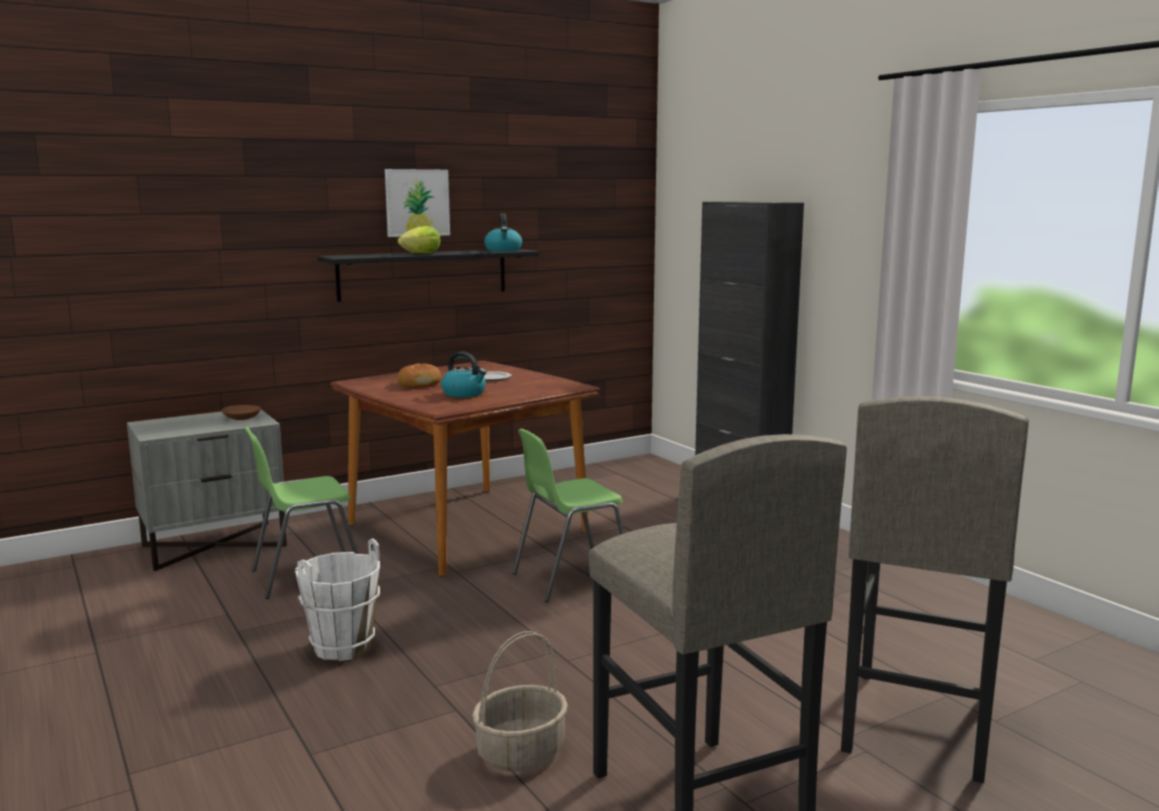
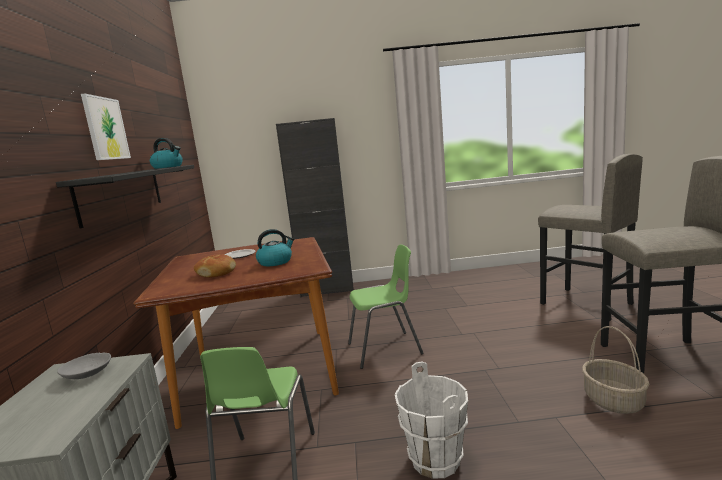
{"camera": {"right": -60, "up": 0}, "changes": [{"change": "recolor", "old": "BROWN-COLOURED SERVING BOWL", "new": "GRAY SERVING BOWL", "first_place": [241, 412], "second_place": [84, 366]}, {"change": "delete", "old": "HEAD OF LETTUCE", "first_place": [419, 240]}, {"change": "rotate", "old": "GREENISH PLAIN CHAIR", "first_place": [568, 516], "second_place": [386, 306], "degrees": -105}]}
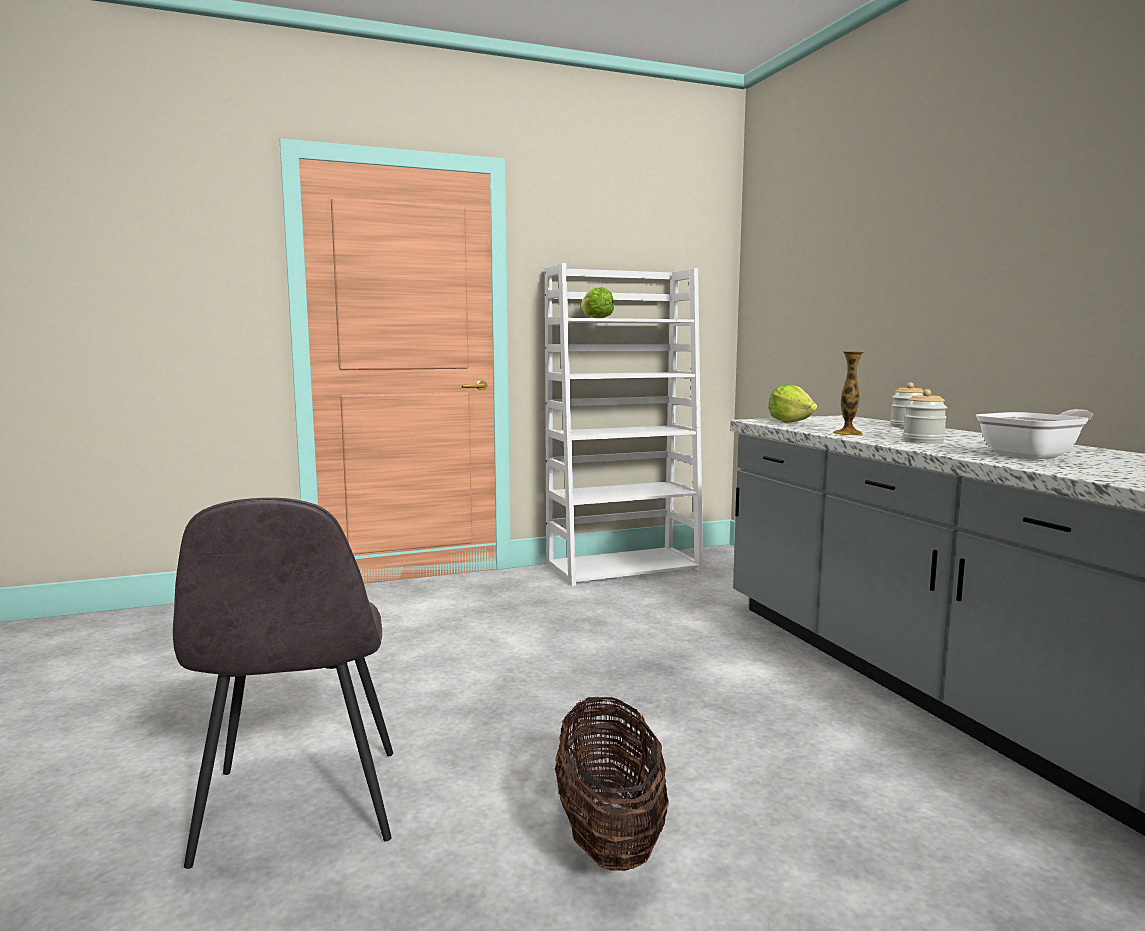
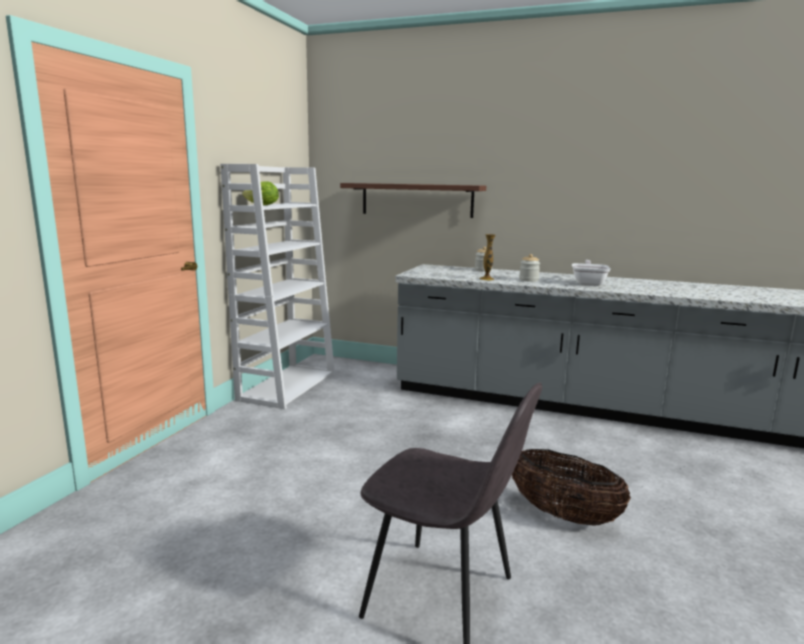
{"camera": {"right": -50, "up": 5}, "changes": [{"change": "delete", "old": "HEAD OF LETTUCE", "first_place": [792, 403]}, {"change": "insert", "new": "SHELF", "second_place": [413, 200]}]}
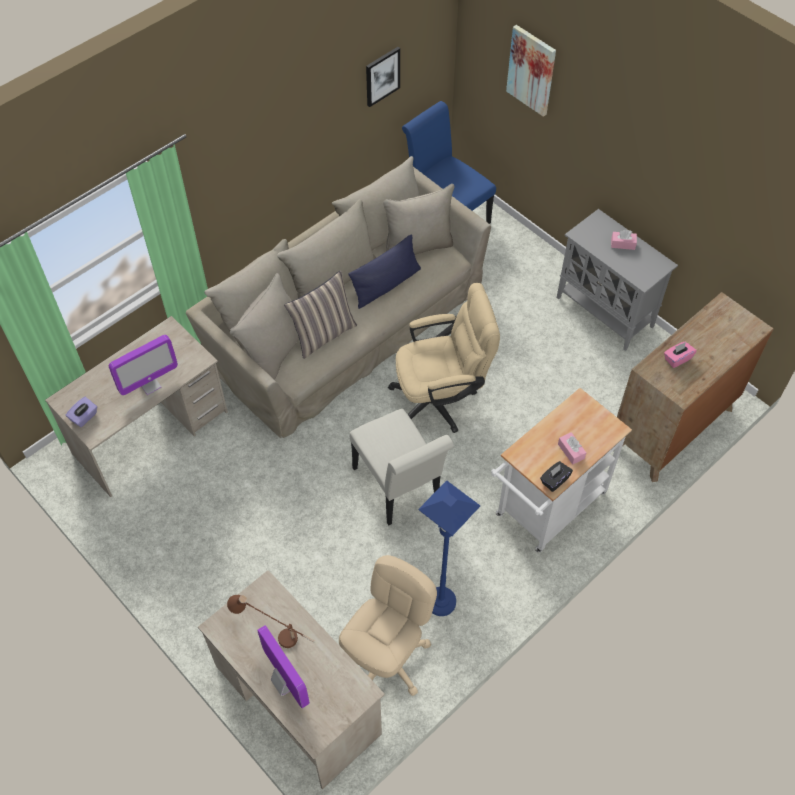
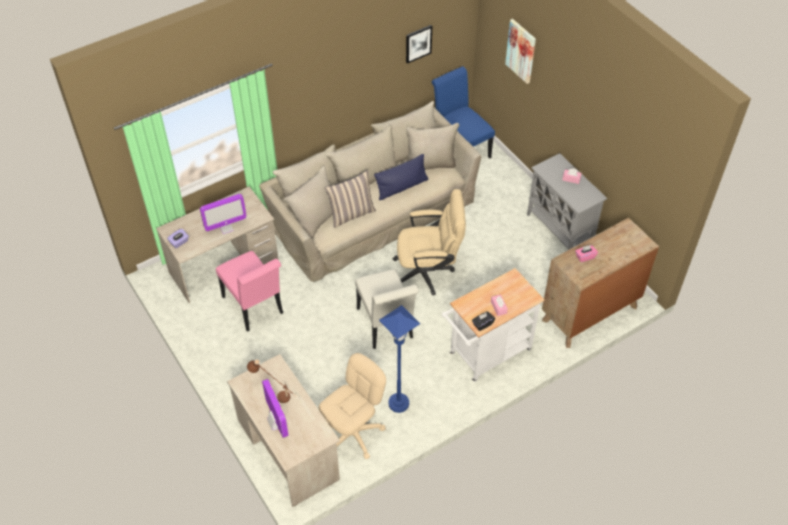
{"camera": {"right": 10, "up": -5}, "changes": [{"change": "insert", "new": "PINK-COLOURED PLAIN CHAIR", "second_place": [249, 291]}]}
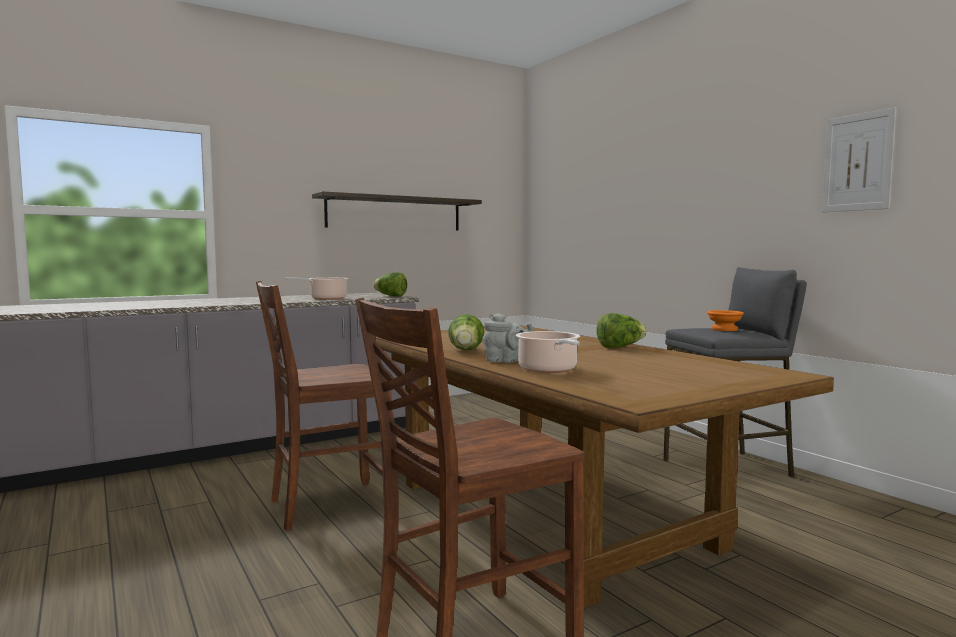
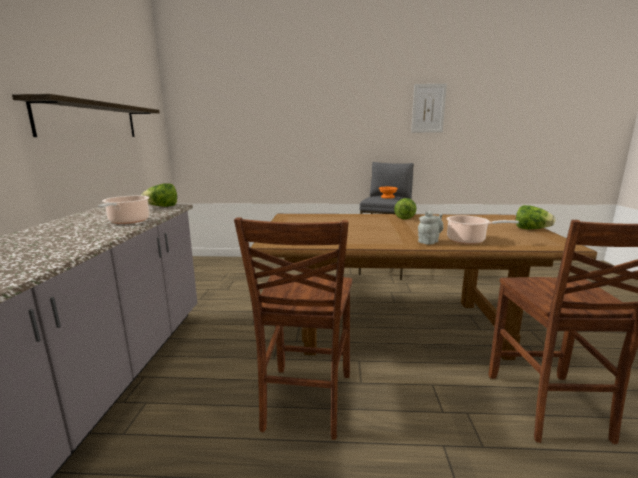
{"camera": {"right": -55, "up": 10}, "changes": [{"change": "move", "old": "HEAD OF LETTUCE", "first_place": [466, 332], "second_place": [535, 217]}]}
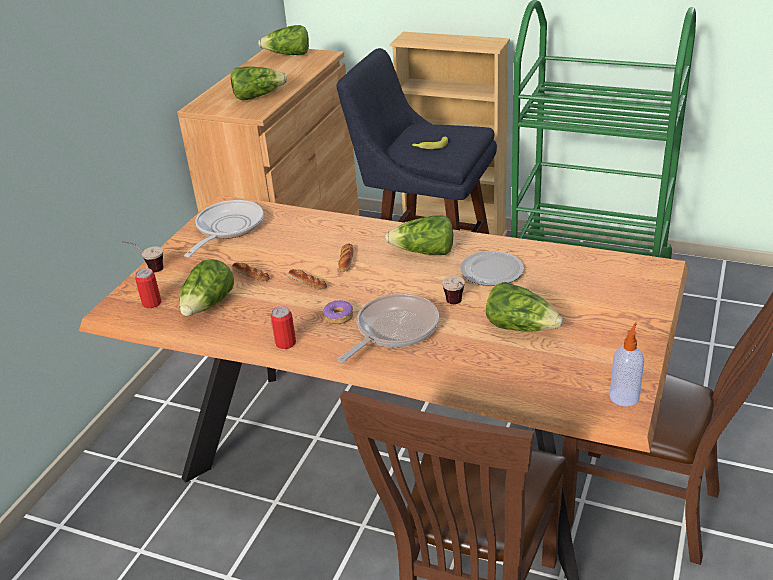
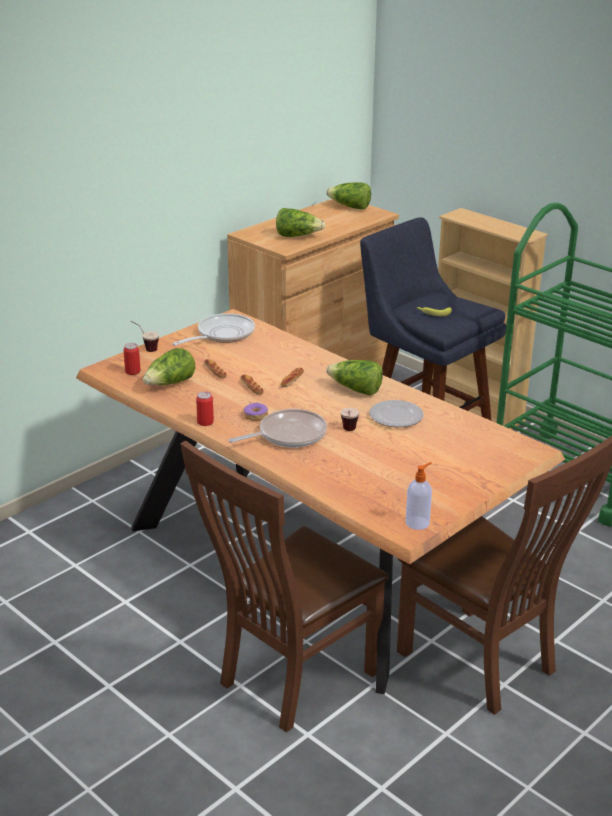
{"camera": {"right": 20, "up": -5}, "changes": [{"change": "delete", "old": "HEAD OF LETTUCE", "first_place": [524, 307]}]}
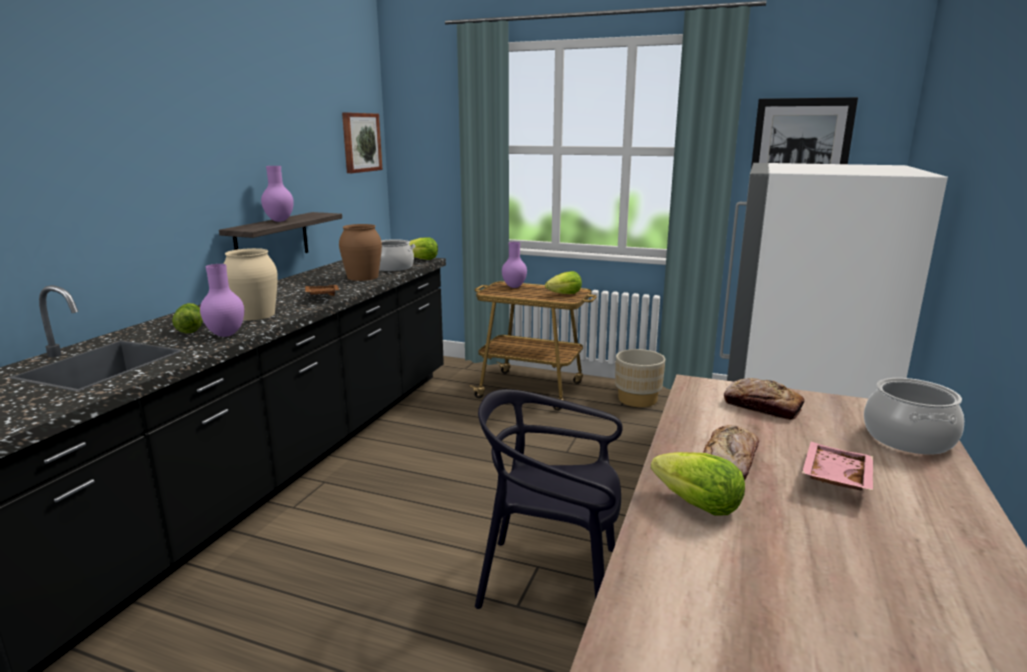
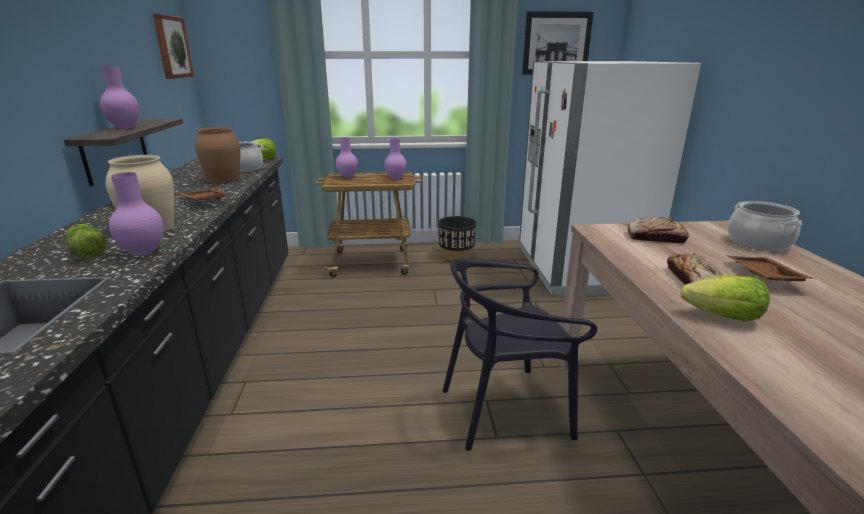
{"camera": {"right": -25, "up": 5}, "changes": [{"change": "replace", "old": "HEAD OF LETTUCE", "new": "PURPLISH FLOWER VASE", "first_place": [563, 282], "second_place": [395, 158]}, {"change": "recolor", "old": "BEIGE PLANTER", "new": "BLACKISH PLANTER", "first_place": [640, 378], "second_place": [457, 238]}, {"change": "recolor", "old": "PINK-COLOURED TRAY", "new": "BROWN-COLOURED TRAY", "first_place": [837, 466], "second_place": [770, 268]}]}
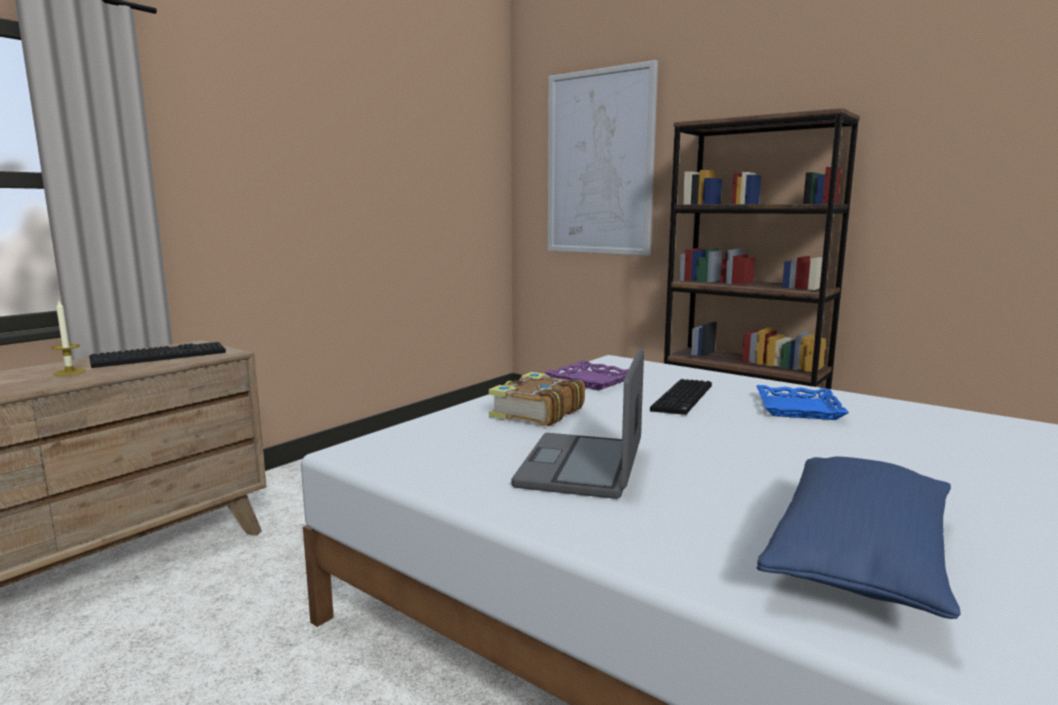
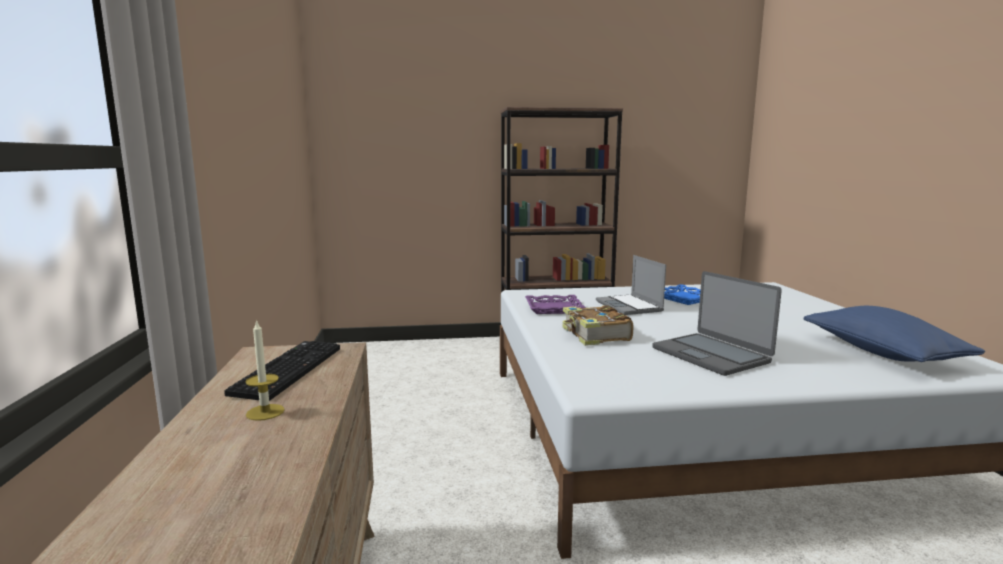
{"camera": {"right": -45, "up": 0}, "changes": [{"change": "delete", "old": "PICTURE", "first_place": [602, 158]}, {"change": "replace", "old": "PC KEYBOARD", "new": "LAPTOP", "first_place": [681, 397], "second_place": [631, 285]}]}
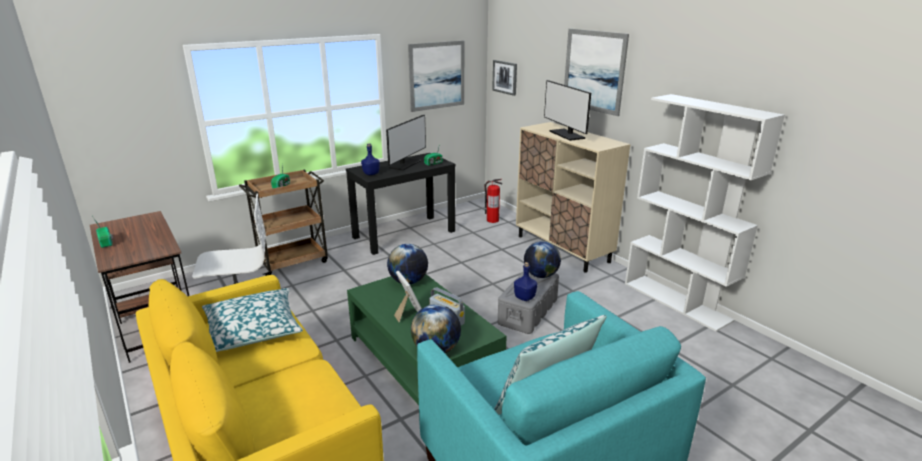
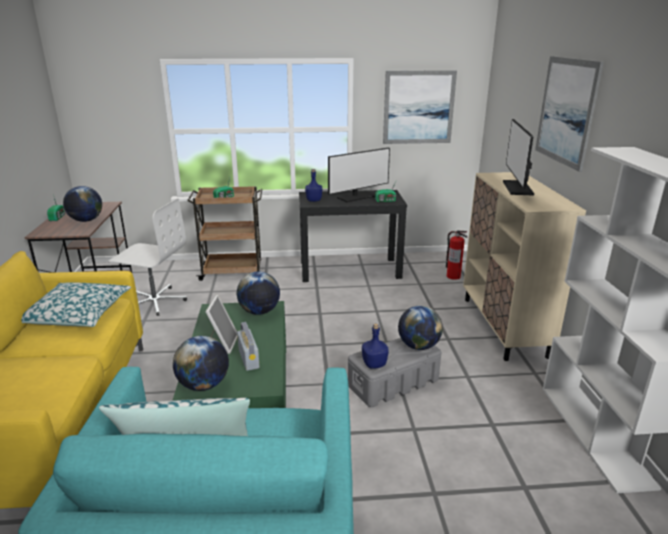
{"camera": {"right": 30, "up": 0}, "changes": [{"change": "delete", "old": "PICTURE", "first_place": [504, 78]}, {"change": "insert", "new": "WORLD GLOBE", "second_place": [82, 204]}]}
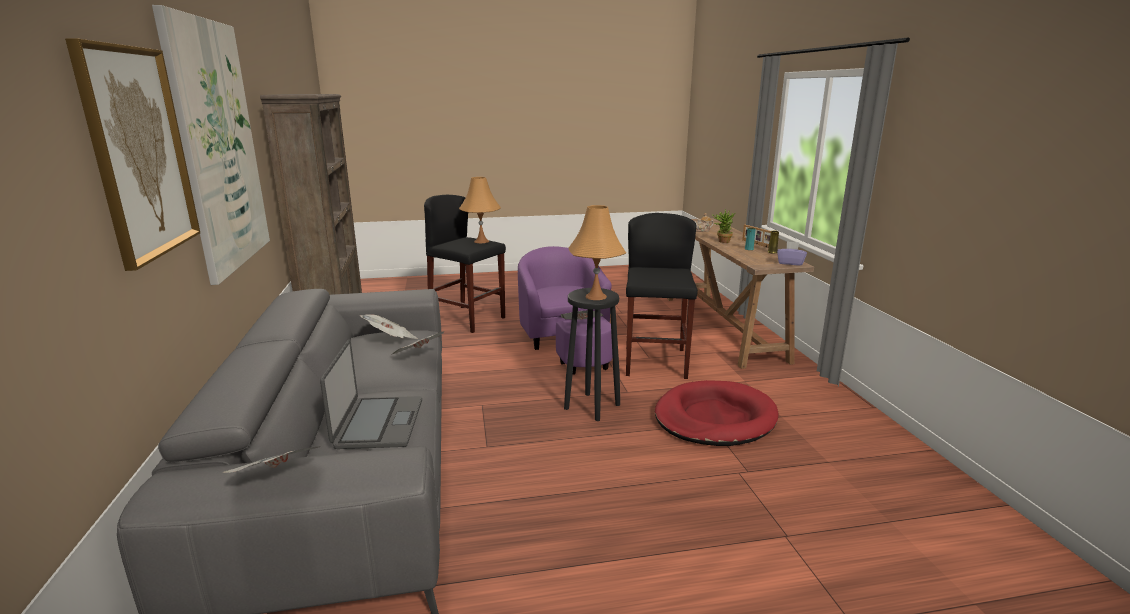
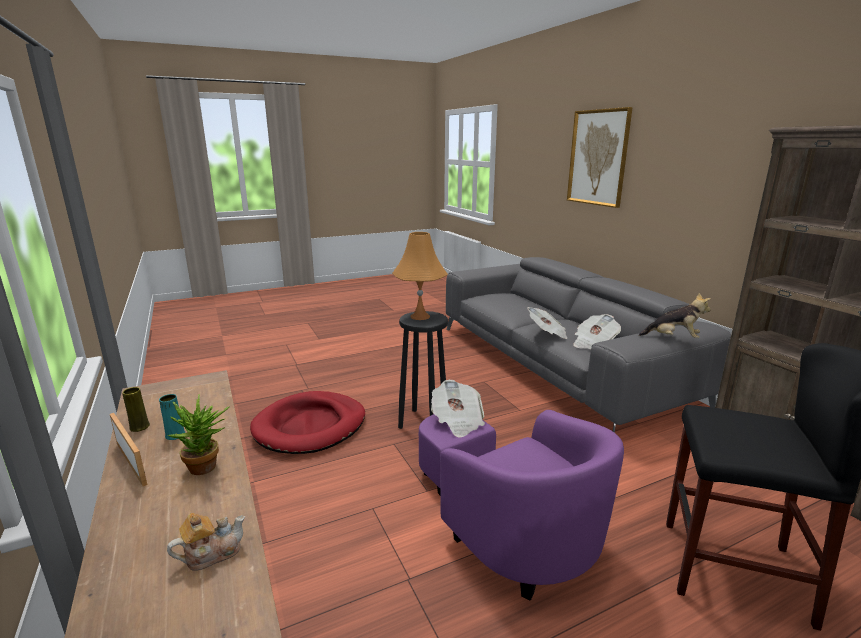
{"camera": {"right": 165, "up": 0}, "changes": [{"change": "delete", "old": "PICTURE", "first_place": [211, 145]}, {"change": "delete", "old": "NEWSPAPER", "first_place": [270, 460]}, {"change": "delete", "old": "LAPTOP", "first_place": [371, 394]}, {"change": "delete", "old": "ORANGE-COLOURED TABLETOP LAMP", "first_place": [480, 210]}, {"change": "delete", "old": "BLACKISH STOOL SEAT", "first_place": [662, 296]}, {"change": "delete", "old": "PURPLISH TISSUE HOLDER", "first_place": [792, 253]}, {"change": "insert", "new": "CUDDLY TOY", "second_place": [675, 315]}]}
